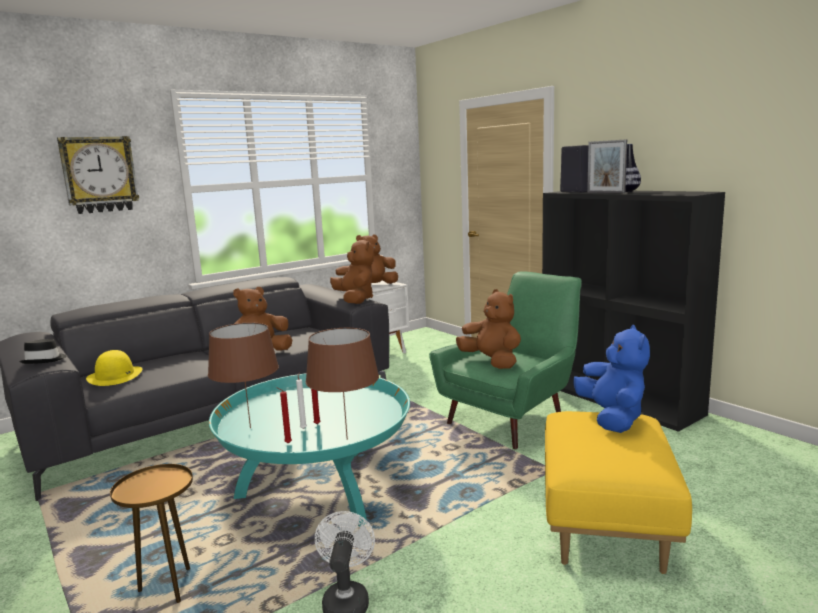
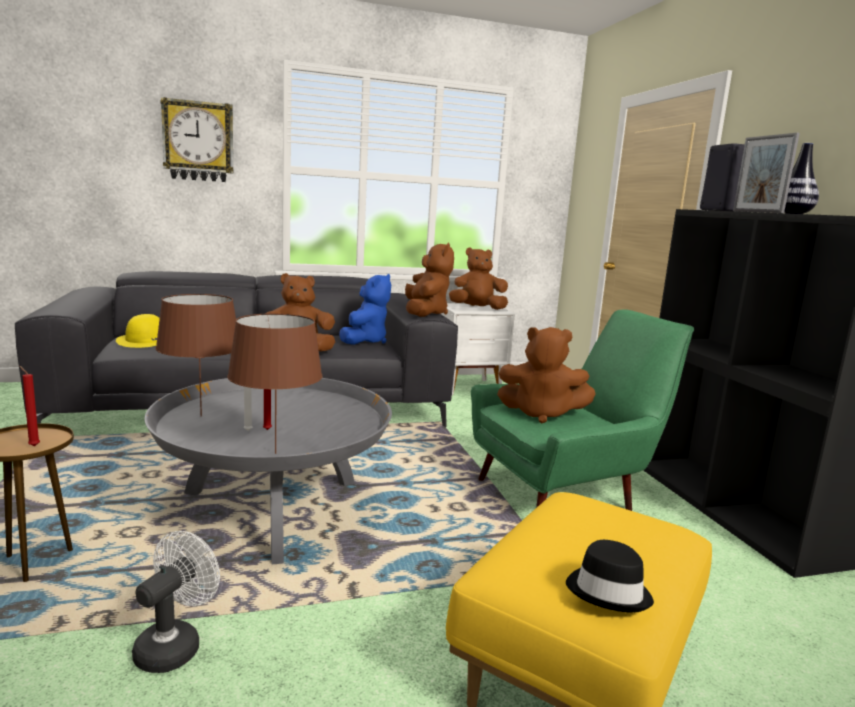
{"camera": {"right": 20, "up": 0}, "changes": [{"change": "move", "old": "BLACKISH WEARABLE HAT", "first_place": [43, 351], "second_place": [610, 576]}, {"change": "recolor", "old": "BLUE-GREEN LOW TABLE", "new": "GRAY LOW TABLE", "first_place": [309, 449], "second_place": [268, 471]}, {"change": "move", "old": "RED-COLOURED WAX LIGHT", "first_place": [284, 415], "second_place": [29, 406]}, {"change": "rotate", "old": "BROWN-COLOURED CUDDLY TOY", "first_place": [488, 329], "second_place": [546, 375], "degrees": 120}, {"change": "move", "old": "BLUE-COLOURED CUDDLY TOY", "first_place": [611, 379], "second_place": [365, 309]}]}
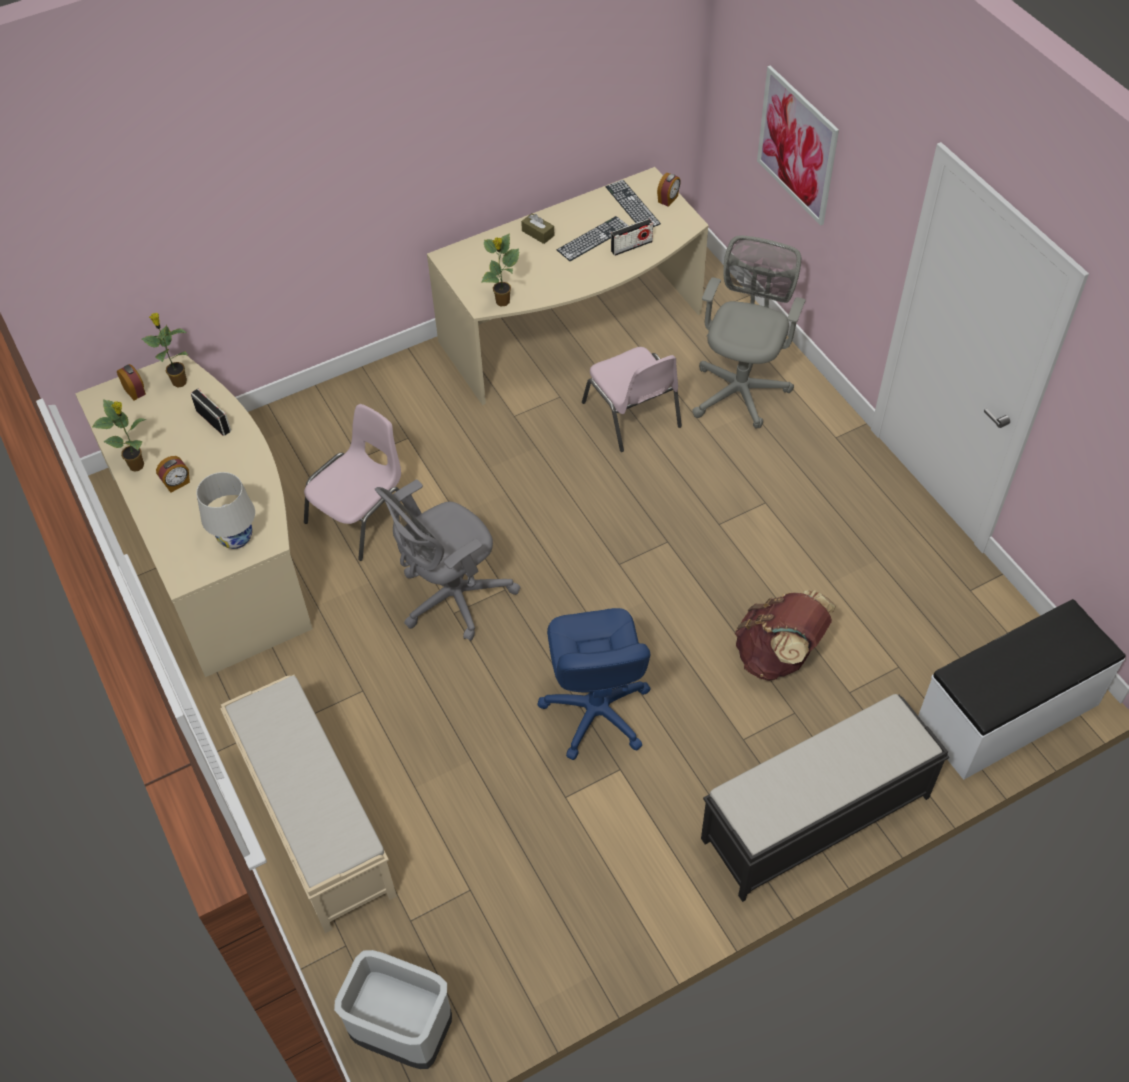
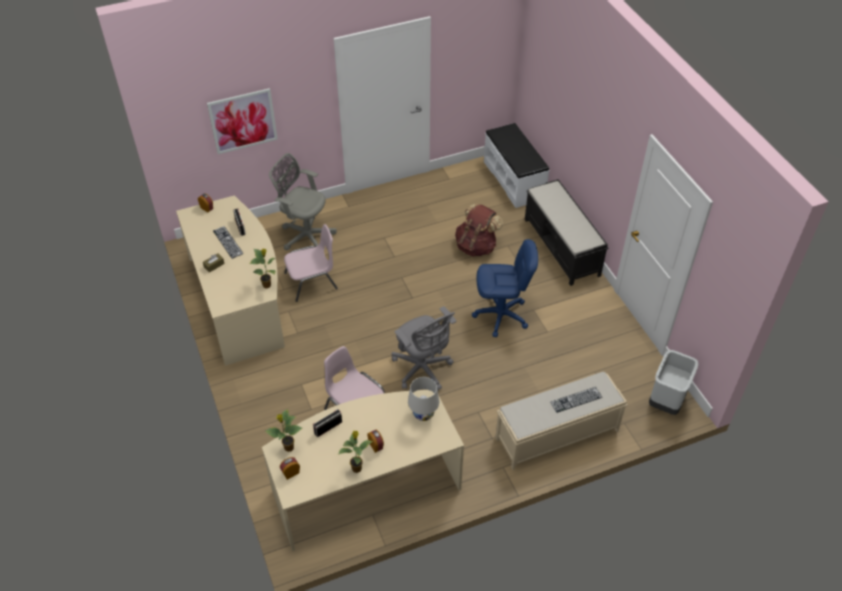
{"camera": {"right": -85, "up": -5}, "changes": [{"change": "move", "old": "PC KEYBOARD", "first_place": [633, 203], "second_place": [576, 400]}]}
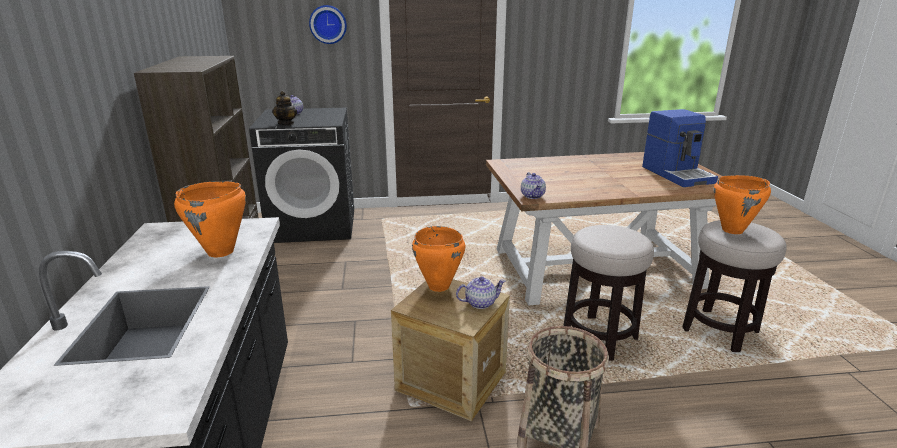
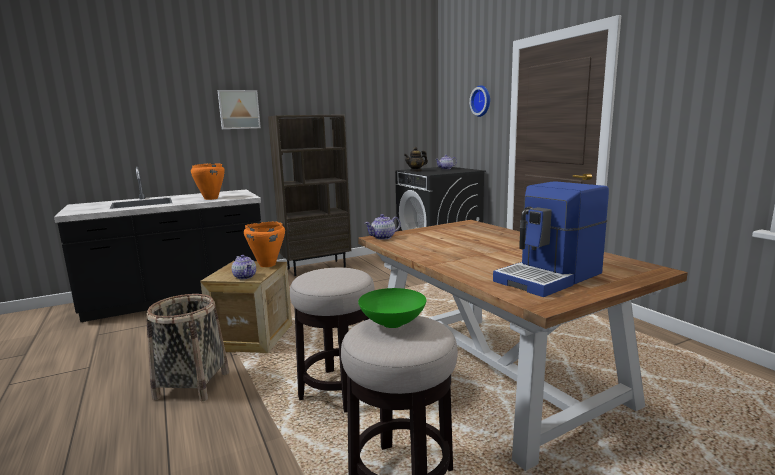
{"camera": {"right": 70, "up": -10}, "changes": [{"change": "replace", "old": "ORANGE-COLOURED STOCKPOT", "new": "GREENISH SERVING BOWL", "first_place": [742, 204], "second_place": [392, 308]}, {"change": "insert", "new": "PICTURE", "second_place": [239, 109]}]}
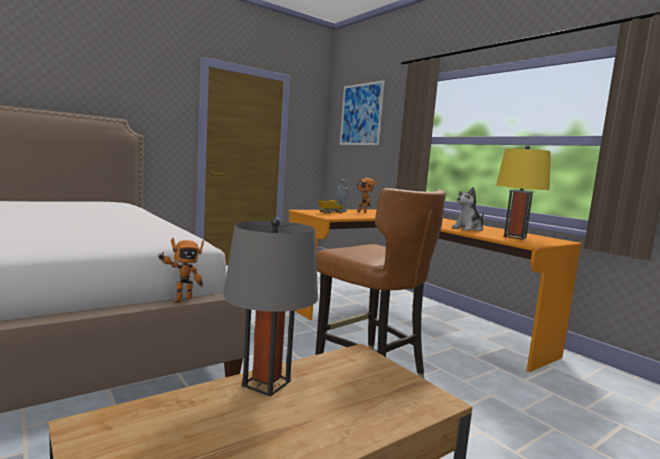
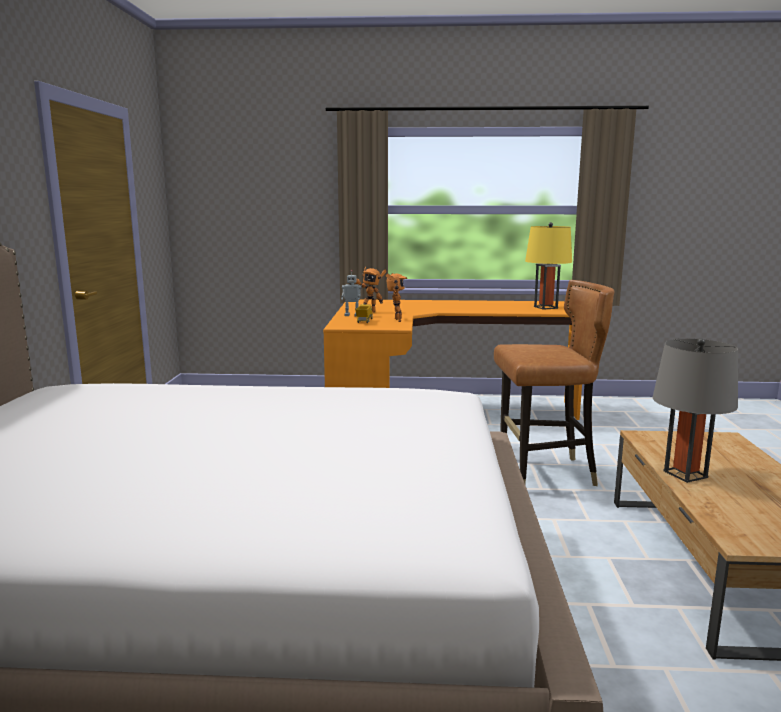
{"camera": {"right": -50, "up": 5}, "changes": [{"change": "move", "old": "TOY ROBOT", "first_place": [181, 270], "second_place": [396, 297]}, {"change": "delete", "old": "PICTURE", "first_place": [362, 112]}, {"change": "delete", "old": "CUDDLY TOY", "first_place": [468, 209]}]}
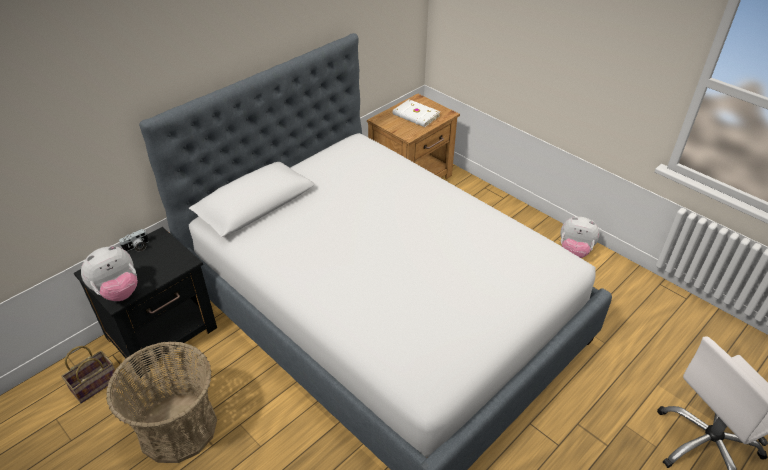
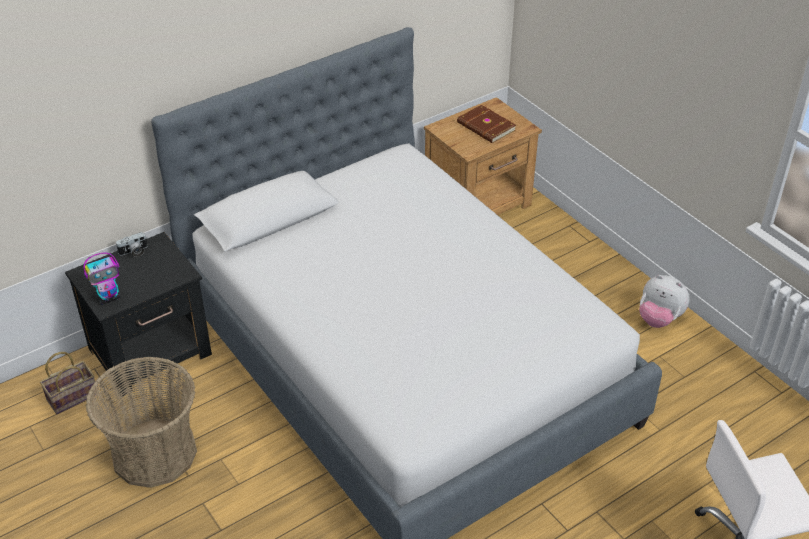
{"camera": {"right": 10, "up": 0}, "changes": [{"change": "replace", "old": "CUDDLY TOY", "new": "TOY ROBOT", "first_place": [109, 273], "second_place": [102, 279]}, {"change": "recolor", "old": "WHITISH BOUND BOOK", "new": "BROWN-COLOURED BOUND BOOK", "first_place": [416, 113], "second_place": [486, 124]}]}
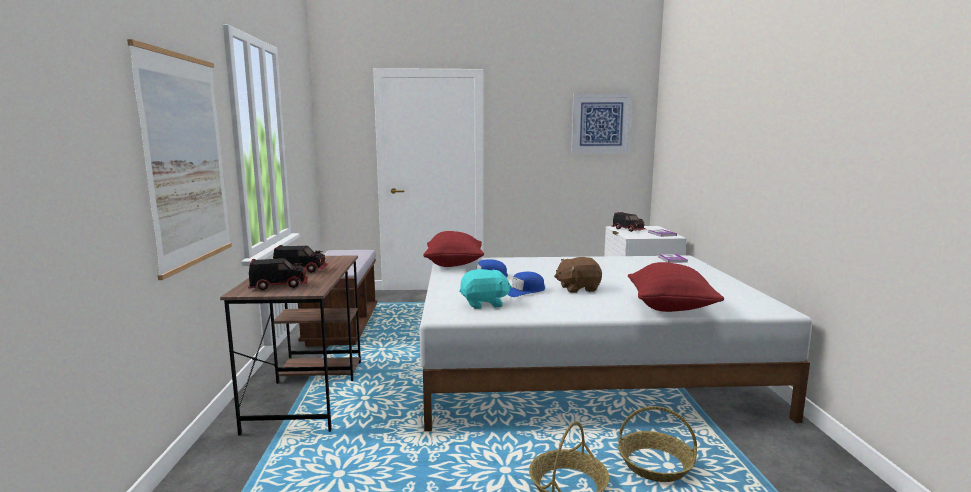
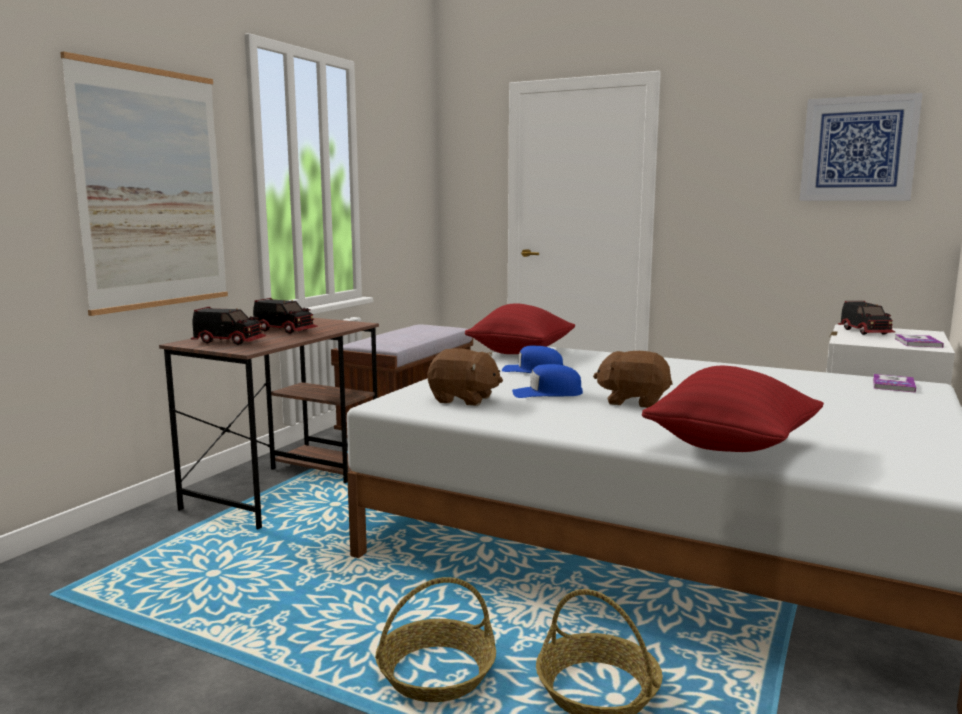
{"camera": {"right": 30, "up": 0}, "changes": [{"change": "recolor", "old": "BLUE-GREEN CUDDLY TOY", "new": "BROWN-COLOURED CUDDLY TOY", "first_place": [485, 289], "second_place": [465, 377]}]}
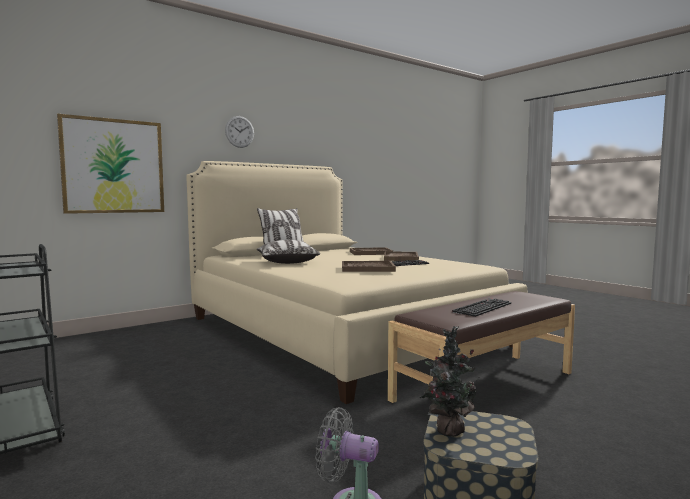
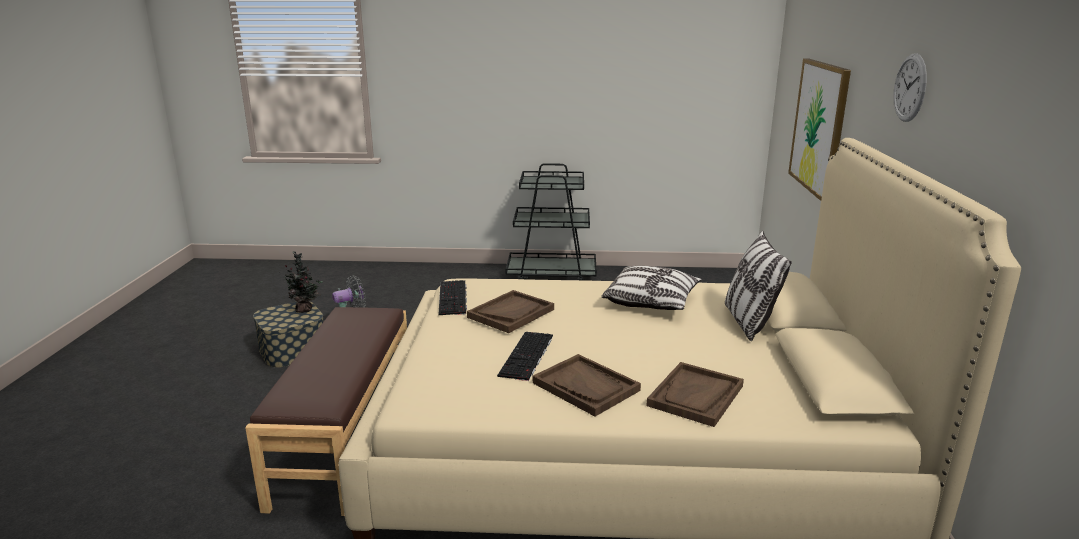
{"camera": {"right": 130, "up": 15}, "changes": [{"change": "move", "old": "PC KEYBOARD", "first_place": [481, 307], "second_place": [453, 297]}]}
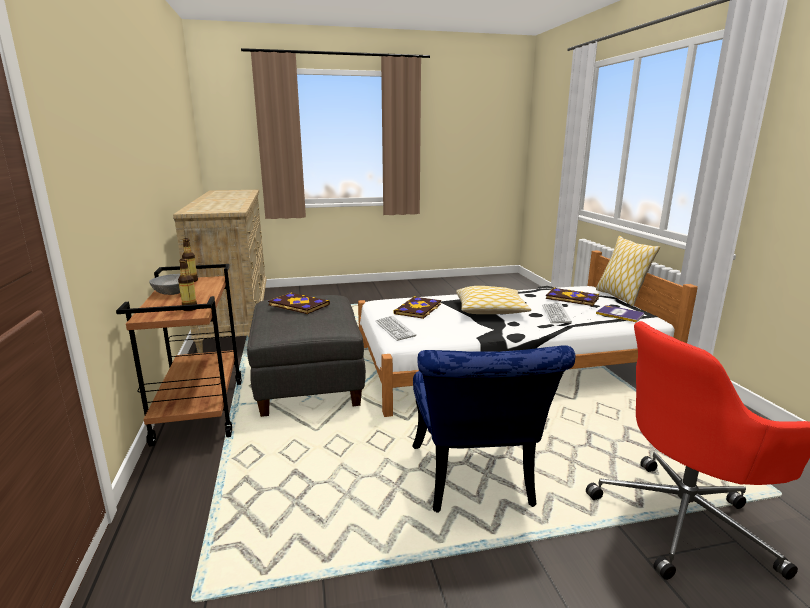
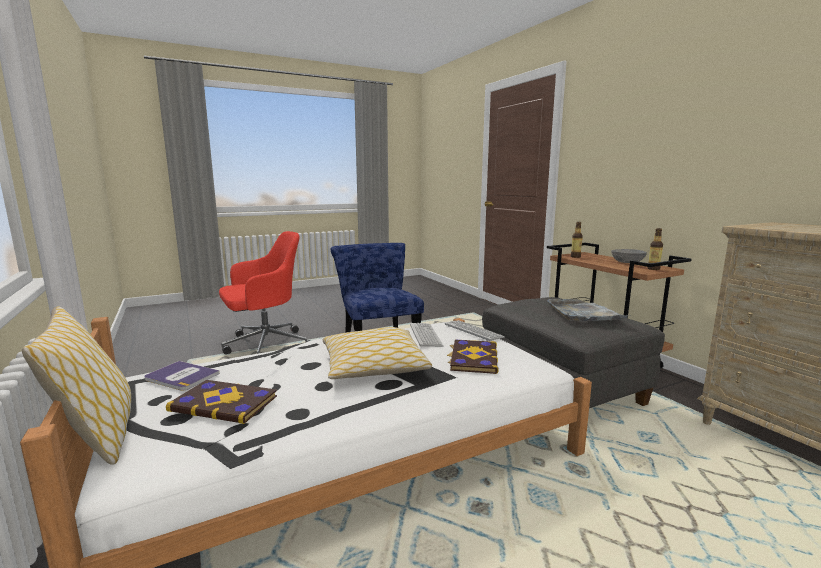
{"camera": {"right": 165, "up": -5}, "changes": [{"change": "replace", "old": "BOUND BOOK", "new": "GRAY TRAY", "first_place": [299, 303], "second_place": [588, 310]}, {"change": "move", "old": "PC KEYBOARD", "first_place": [557, 313], "second_place": [427, 335]}]}
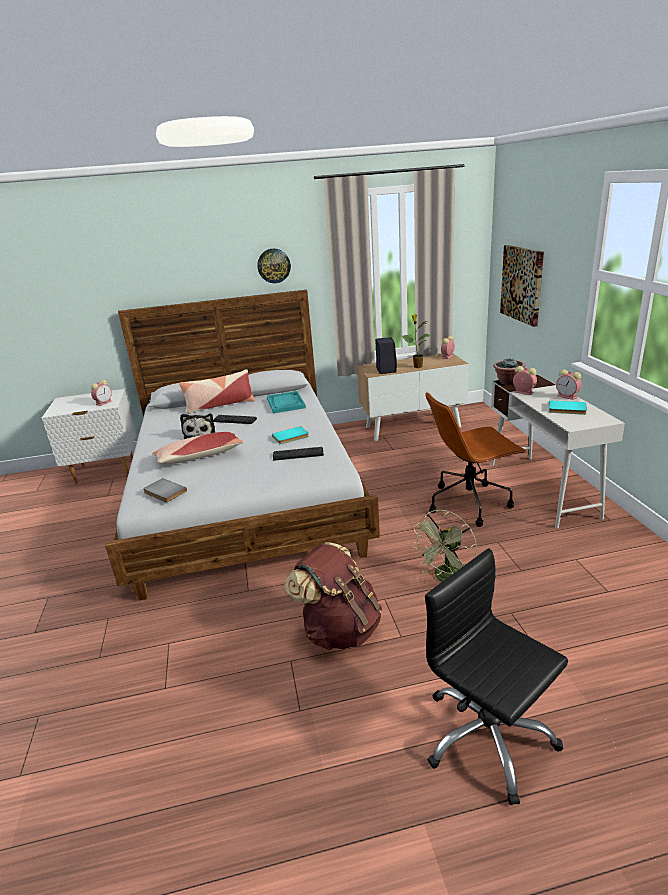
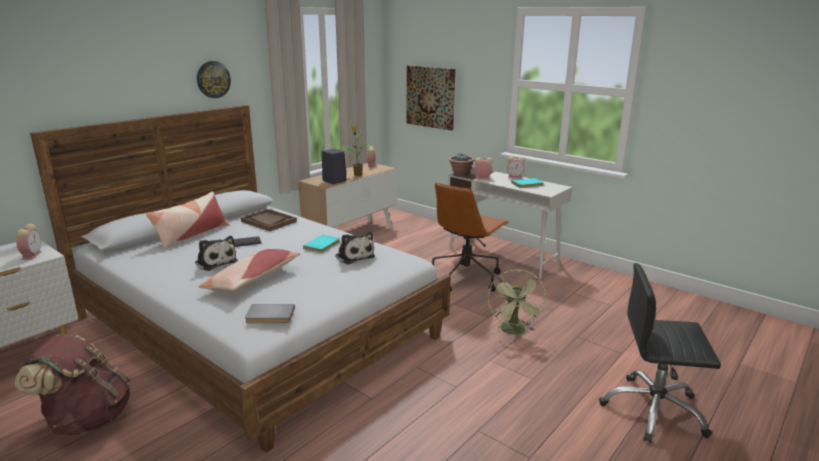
{"camera": {"right": -40, "up": -5}, "changes": [{"change": "recolor", "old": "BLUE-GREEN TRAY", "new": "BROWN-COLOURED TRAY", "first_place": [286, 402], "second_place": [269, 220]}, {"change": "replace", "old": "PC KEYBOARD", "new": "CUDDLY TOY", "first_place": [298, 454], "second_place": [355, 248]}, {"change": "move", "old": "BROWN-COLOURED BACKPACK", "first_place": [333, 596], "second_place": [72, 385]}]}
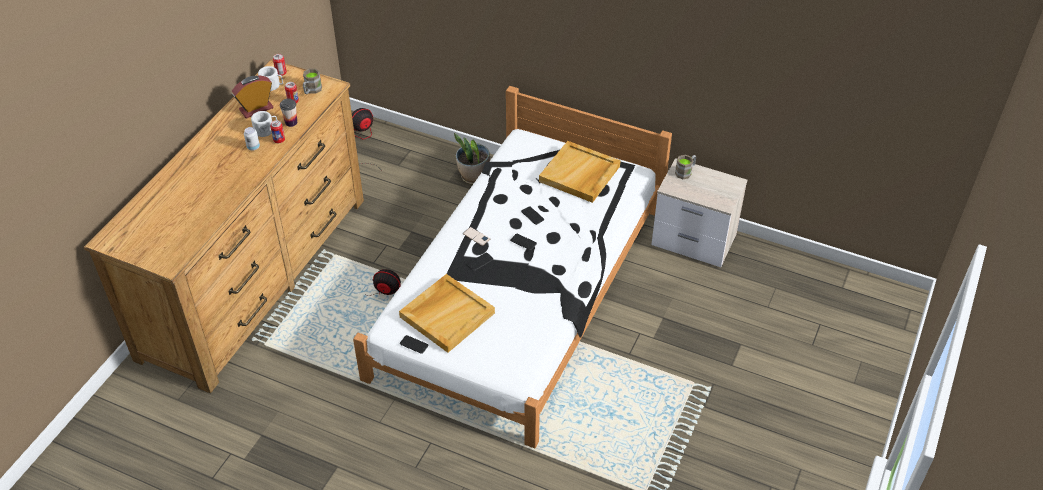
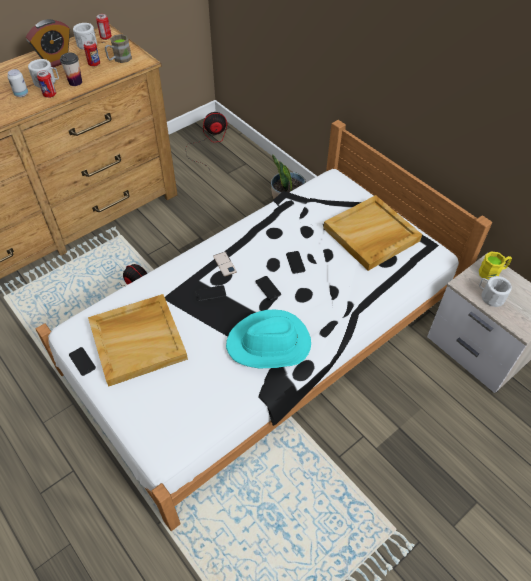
{"camera": {"right": 25, "up": 5}, "changes": [{"change": "rotate", "old": "BEDSIDE CLOCK", "first_place": [253, 97], "second_place": [48, 43], "degrees": 150}, {"change": "recolor", "old": "BROWN-COLOURED TEA MUG", "new": "YELLOW-COLOURED TEA MUG", "first_place": [685, 167], "second_place": [495, 265]}, {"change": "insert", "new": "BLUE-GREEN WEARABLE HAT", "second_place": [268, 339]}, {"change": "insert", "new": "WHITISH TEA MUG", "second_place": [495, 291]}]}
